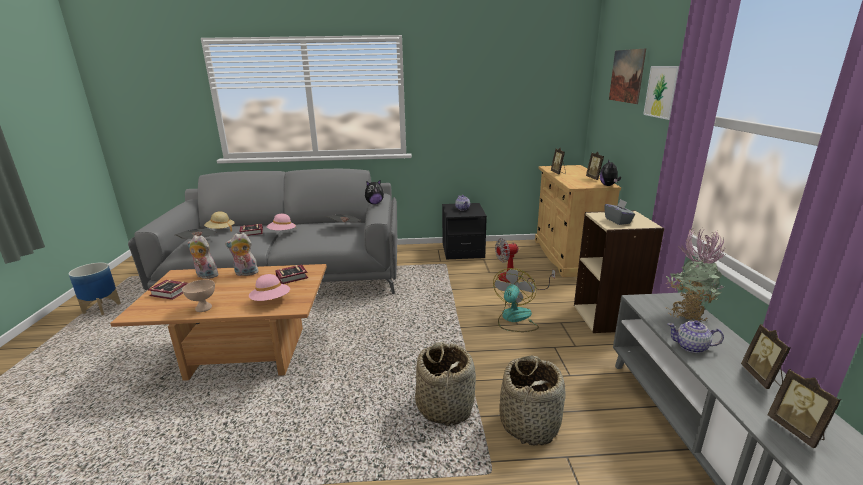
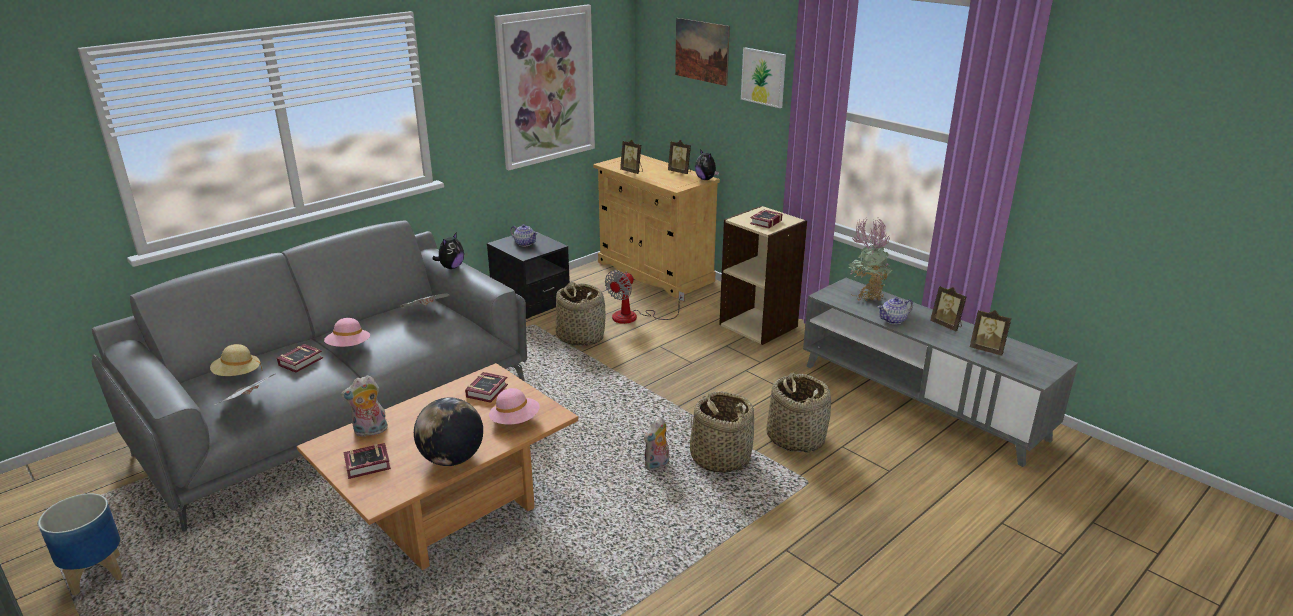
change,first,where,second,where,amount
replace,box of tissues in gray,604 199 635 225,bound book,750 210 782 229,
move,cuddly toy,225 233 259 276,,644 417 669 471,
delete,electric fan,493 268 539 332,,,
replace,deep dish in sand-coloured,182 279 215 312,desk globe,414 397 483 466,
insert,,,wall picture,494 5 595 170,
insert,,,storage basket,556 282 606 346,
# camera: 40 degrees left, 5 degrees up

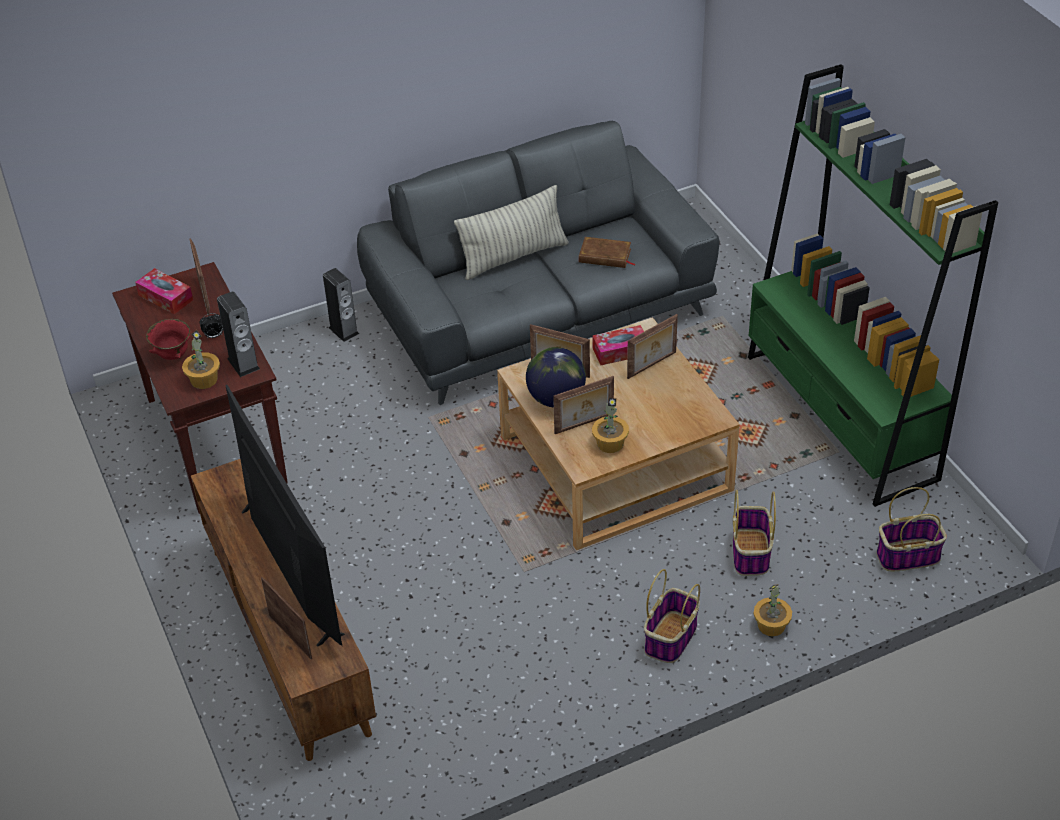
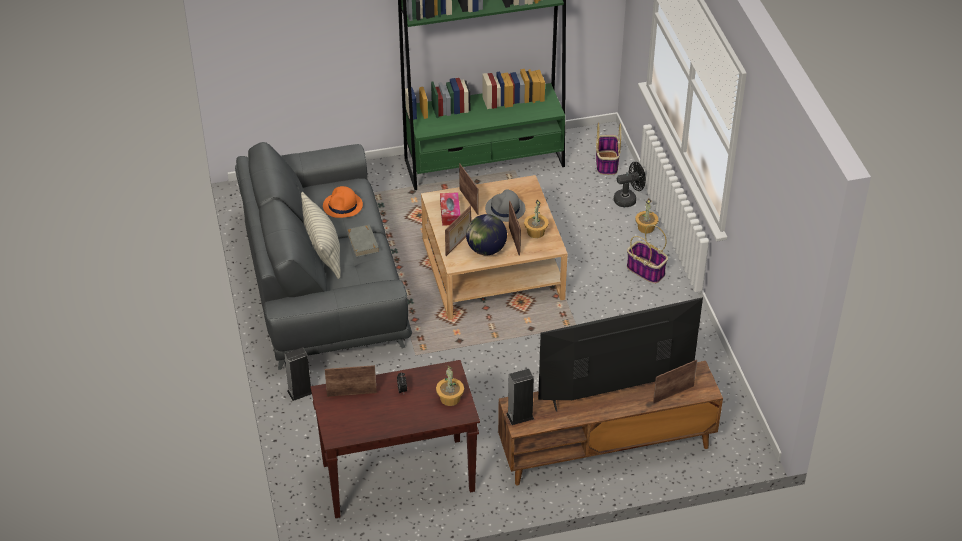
change,first,where,second,where,amount
replace,bound book in brownish,579 237 635 268,wearable hat in orangey,323 186 363 218,
delete,box of tissues,135 268 193 314,,,
move,audio speaker,217 291 260 377,,506 369 534 425,
delete,deep dish in red,146 319 190 360,,,
delete,storage basket,733 490 776 576,,,
insert,,,electric fan in blackish,614 162 646 207,
insert,,,wearable hat in gray,485 190 525 222,
insert,,,bound book in gray,347 225 379 257,
# camera: 80 degrees left, 0 degrees up

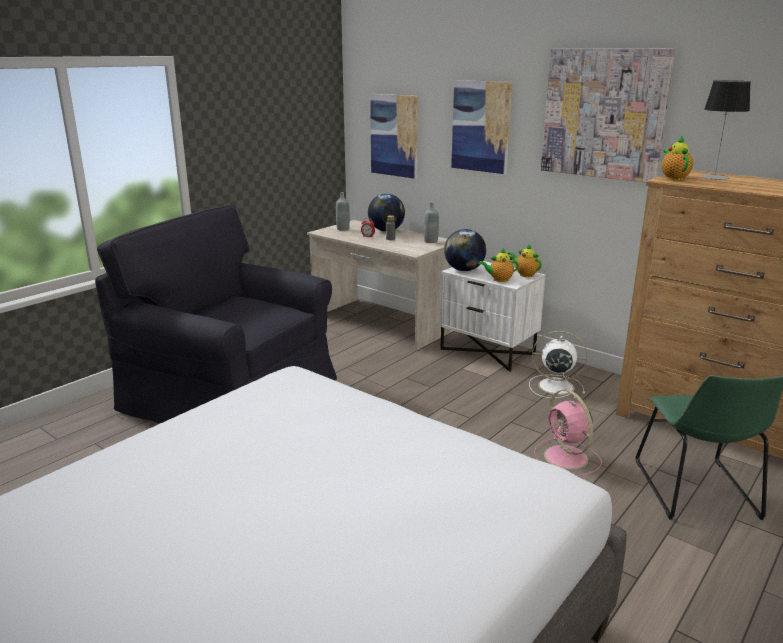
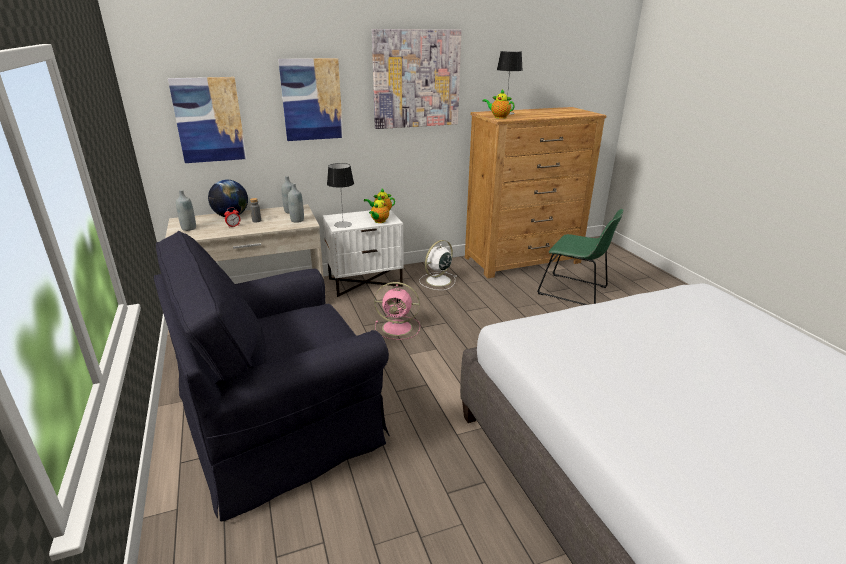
change,first,where,second,where,amount
replace,desk globe,444 229 486 271,lamp for a table,327 163 354 228,
move,electric fan in pinkish,534 390 602 476,,374 282 420 340,
insert,,,drink bottle in gray,288 183 304 223,
# camera: 60 degrees left, 5 degrees up

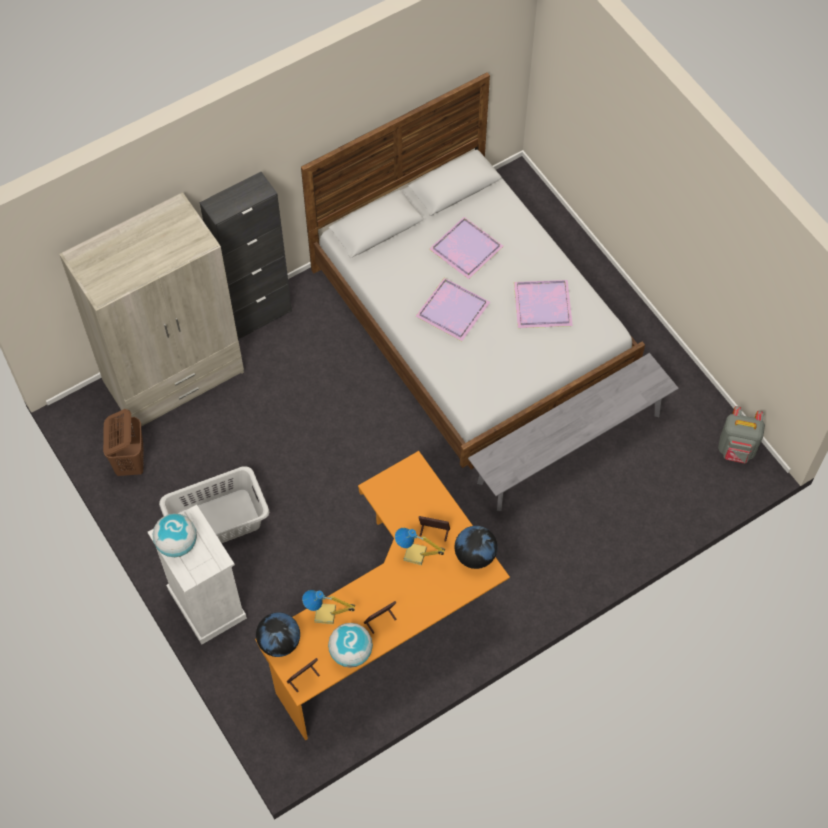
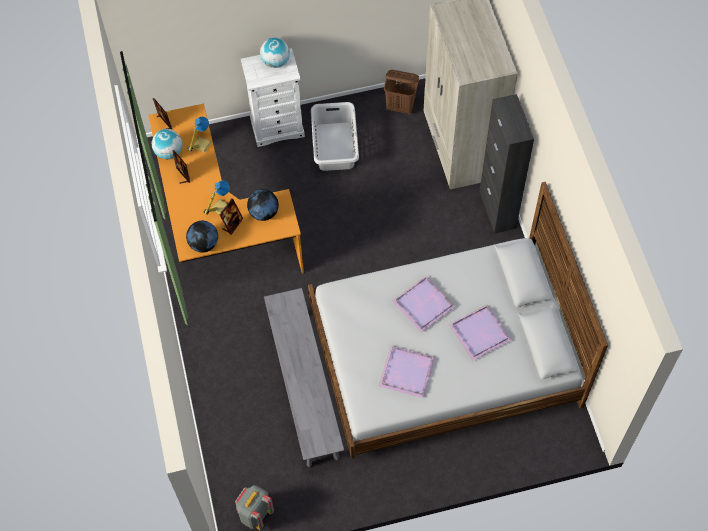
change,first,where,second,where,amount
move,desk globe,256 612 300 657,,247 189 279 221,
# camera: 110 degrees right, 0 degrees up

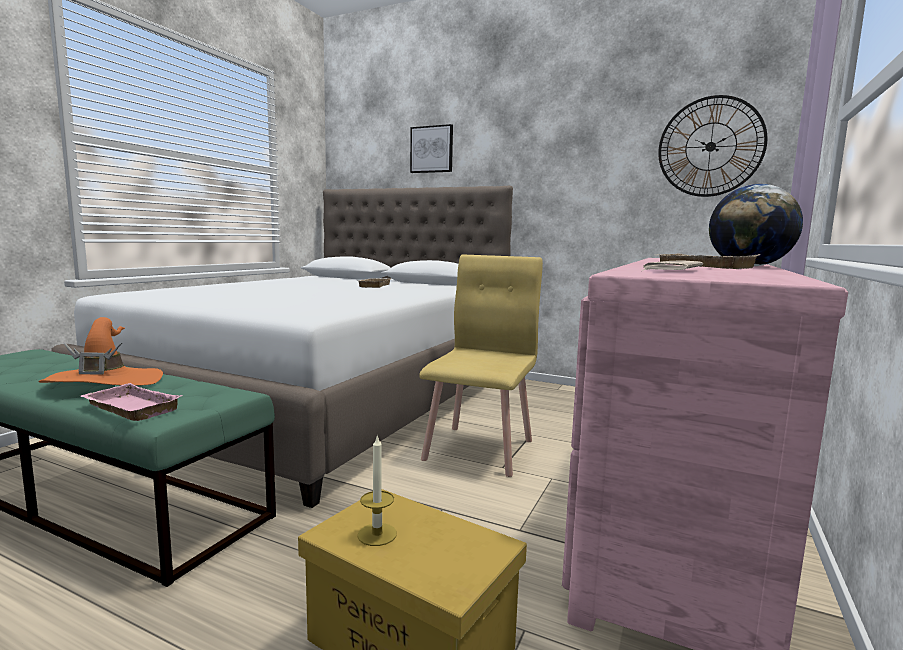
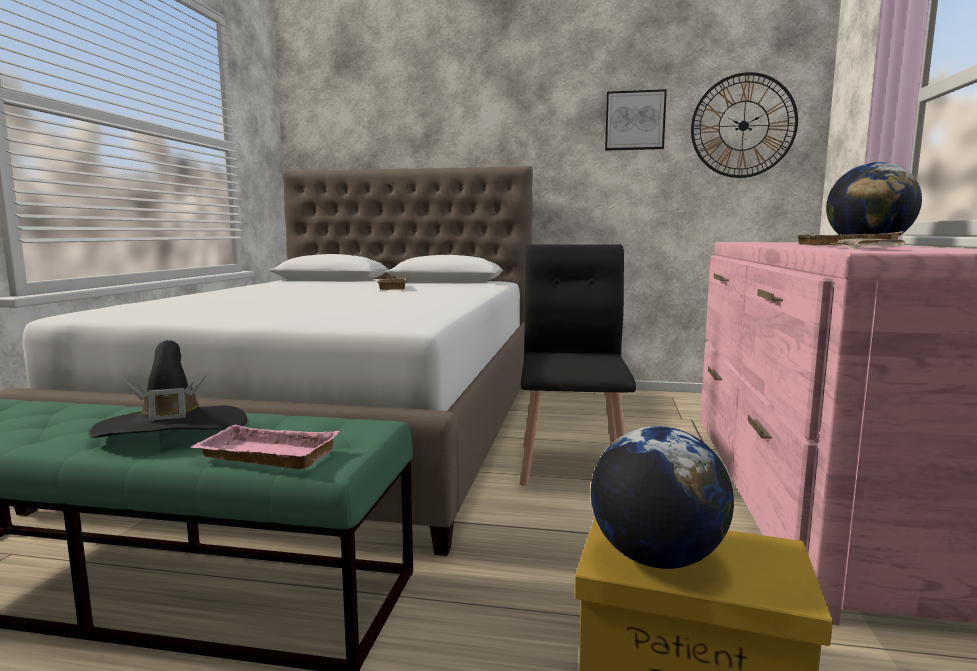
change,first,where,second,where,amount
move,wall picture,410 124 453 173,,605 89 667 151,
recolor,plain chair in yellow,419 254 543 477,plain chair in blackish,520 244 636 486,
recolor,wearable hat in orangey,39 317 163 386,wearable hat in blackish,88 340 247 438,
replace,wax light,357 435 397 546,desk globe,591 426 734 569,
# camera: 15 degrees left, 0 degrees up

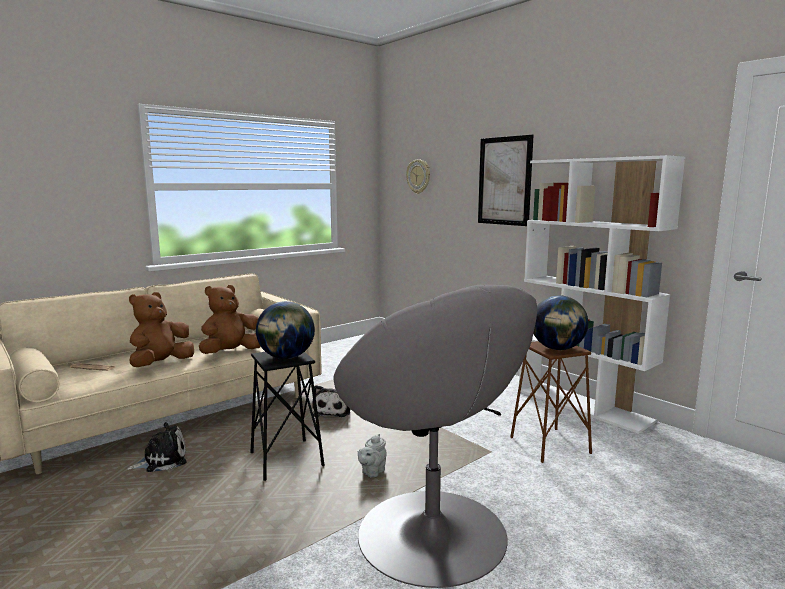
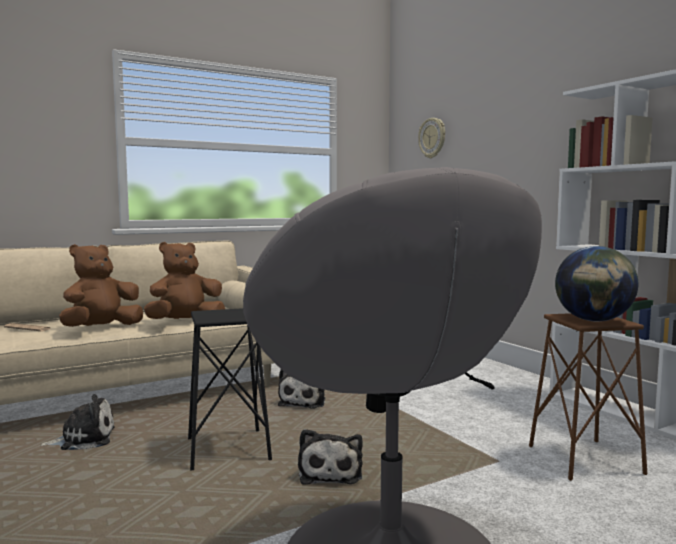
change,first,where,second,where,amount
delete,wall picture,478 135 534 226,,,
delete,desk globe,256 301 315 359,,,
replace,tea pot in gray,357 434 387 477,cuddly toy,298 429 363 485,
# camera: 10 degrees right, 5 degrees down

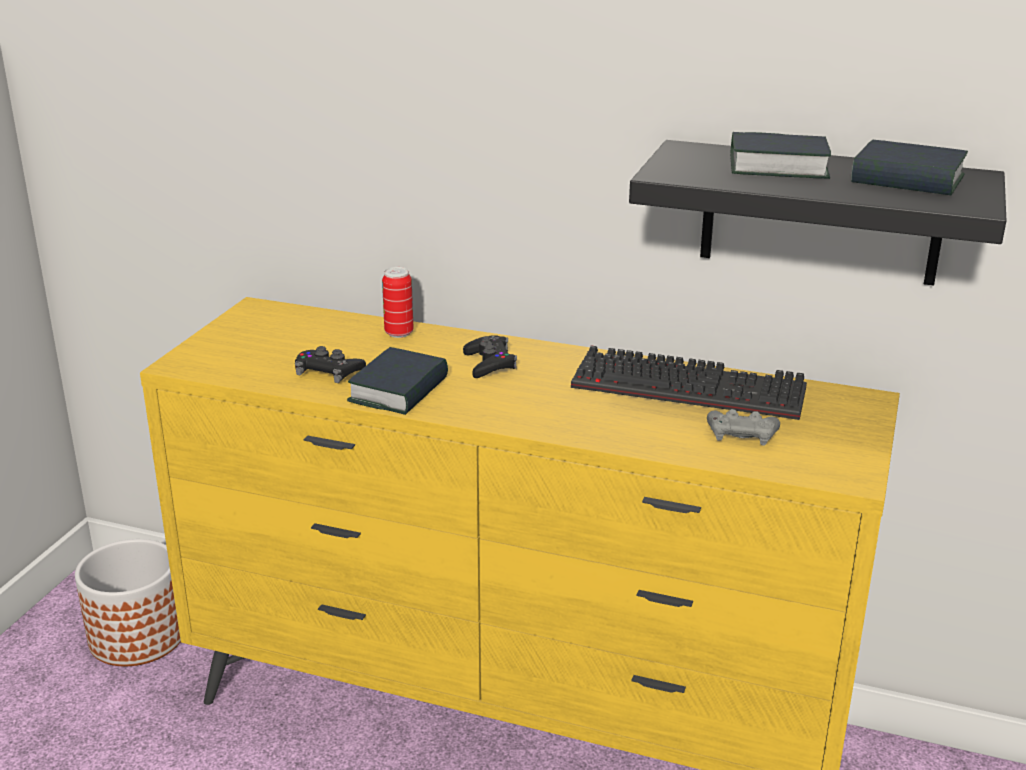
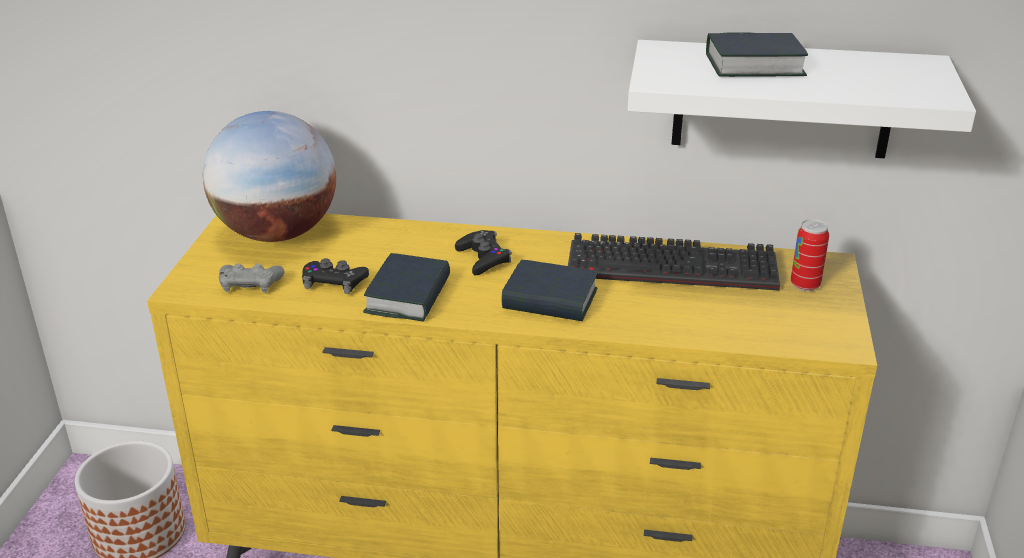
change,first,where,second,where,amount
recolor,bracket shelf in blackish,629 140 1006 285,bracket shelf in white,628 40 976 158,
move,bound book,851 140 968 195,,502 260 598 321,
move,can,382 267 414 338,,791 219 829 291,
move,gamepad in gray,707 409 780 446,,219 263 284 293,
insert,,,desk globe,203 111 336 242,
# camera: 10 degrees left, 5 degrees up

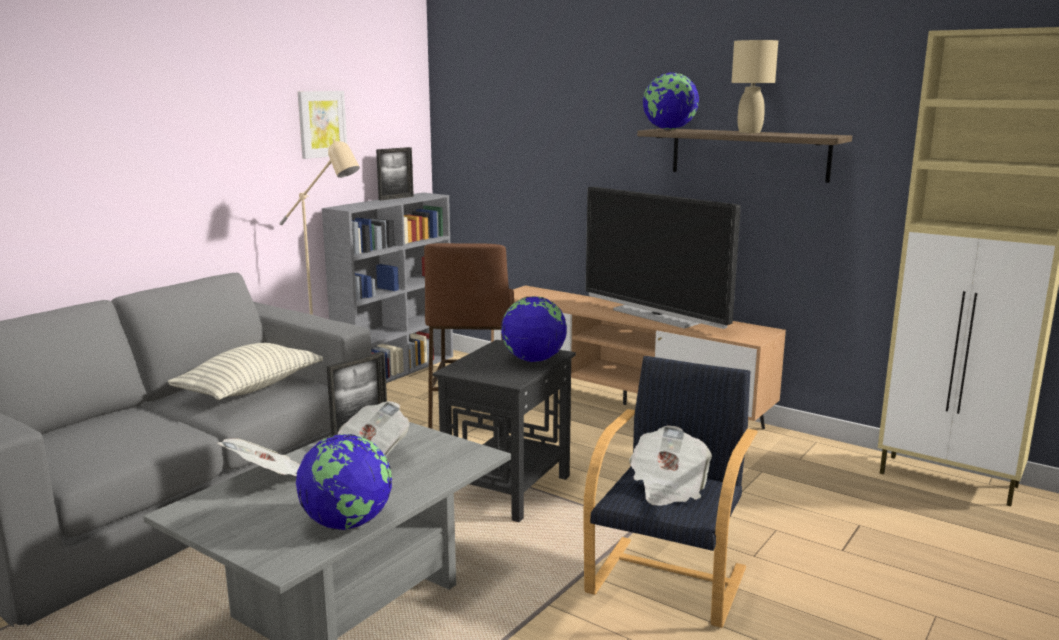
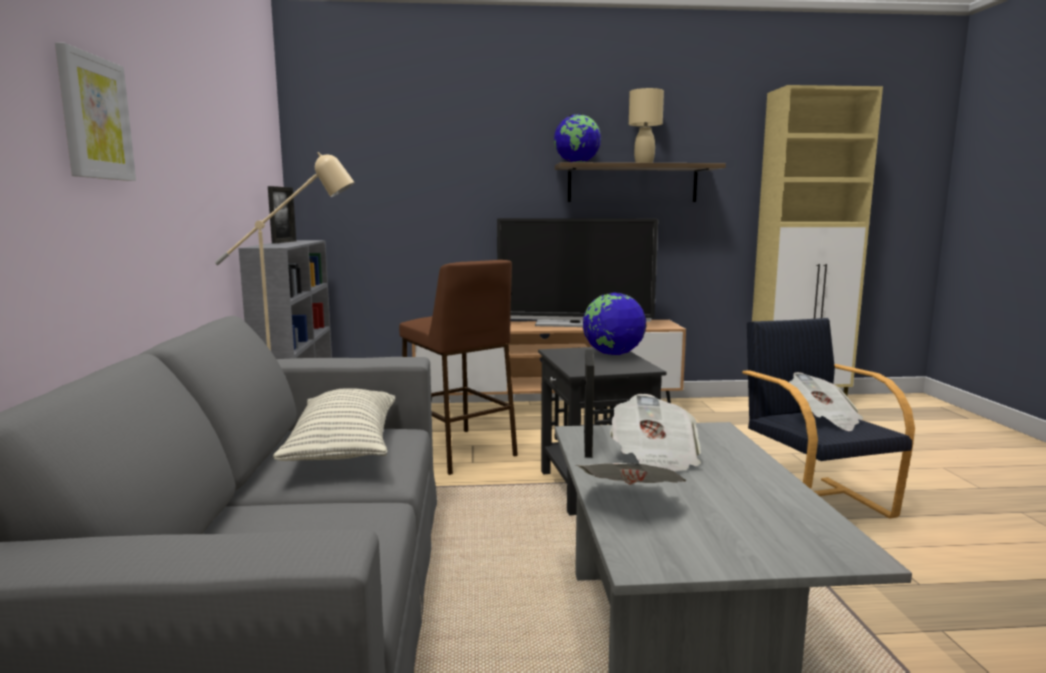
change,first,where,second,where,amount
move,wall picture,298 91 347 159,,55 42 136 181,
delete,desk globe,296 434 393 530,,,
# camera: 40 degrees left, 5 degrees down

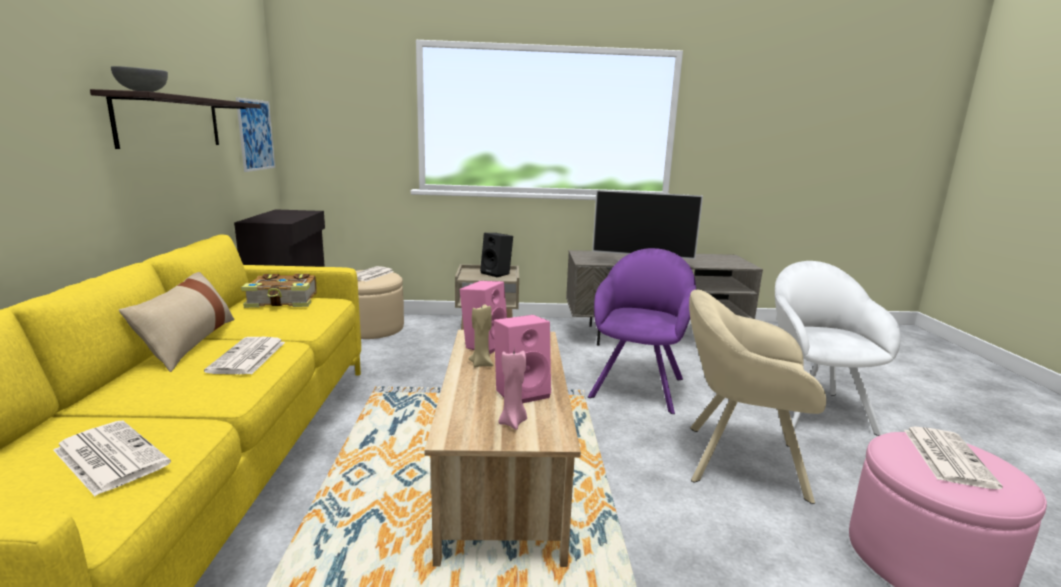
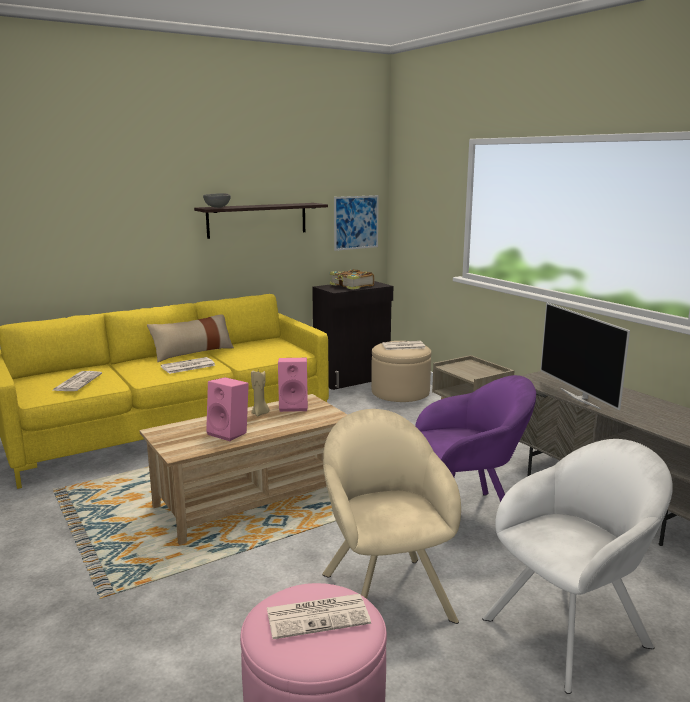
change,first,where,second,where,amount
delete,audio speaker in blackish,480 233 513 277,,,
move,bound book,241 274 317 308,,330 269 375 290,
delete,wax light in pinkish,498 351 527 430,,,
# camera: 60 degrees right, 0 degrees up

